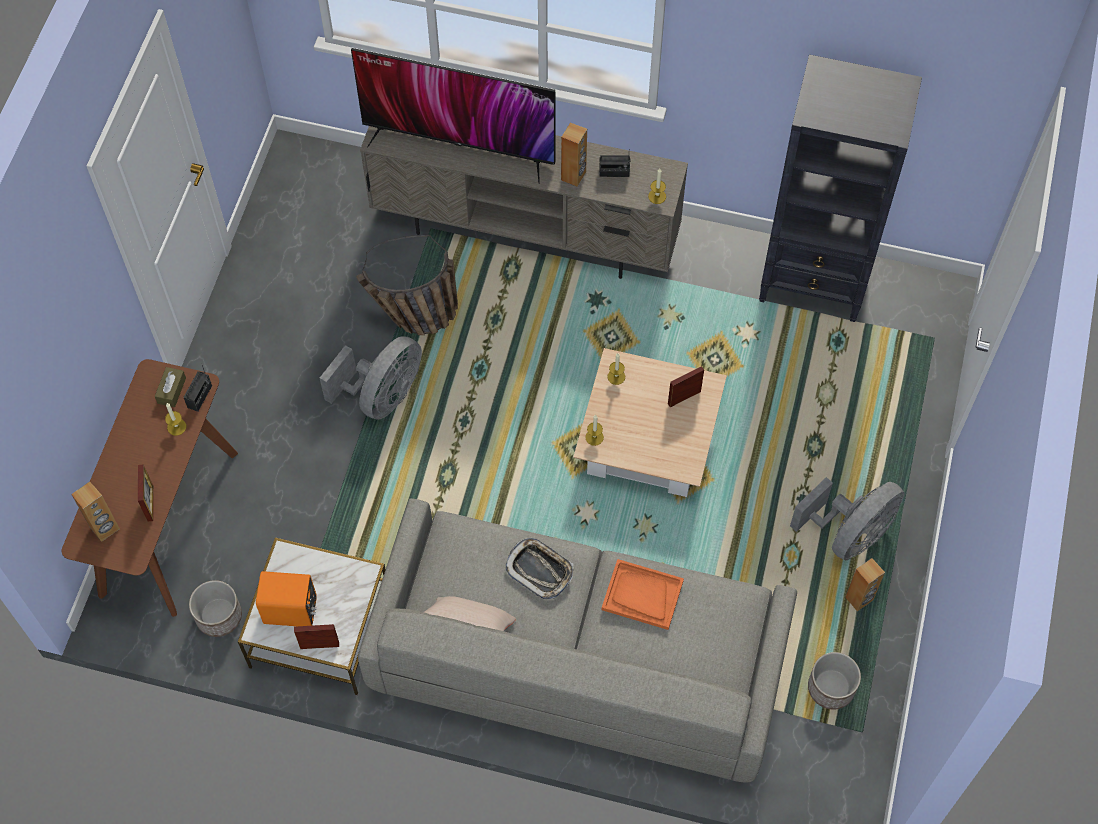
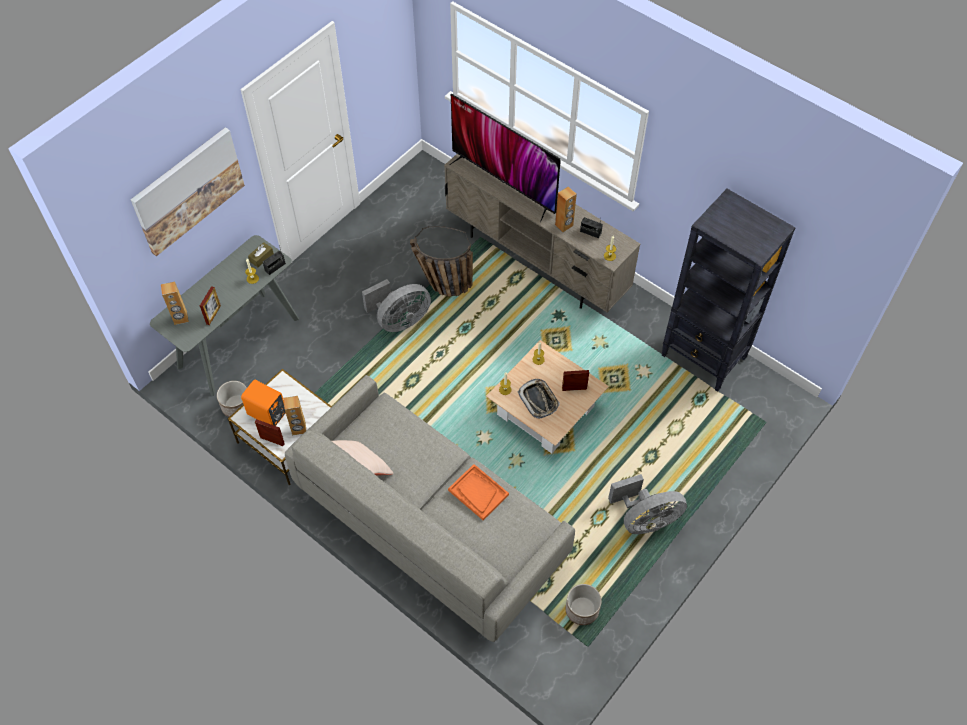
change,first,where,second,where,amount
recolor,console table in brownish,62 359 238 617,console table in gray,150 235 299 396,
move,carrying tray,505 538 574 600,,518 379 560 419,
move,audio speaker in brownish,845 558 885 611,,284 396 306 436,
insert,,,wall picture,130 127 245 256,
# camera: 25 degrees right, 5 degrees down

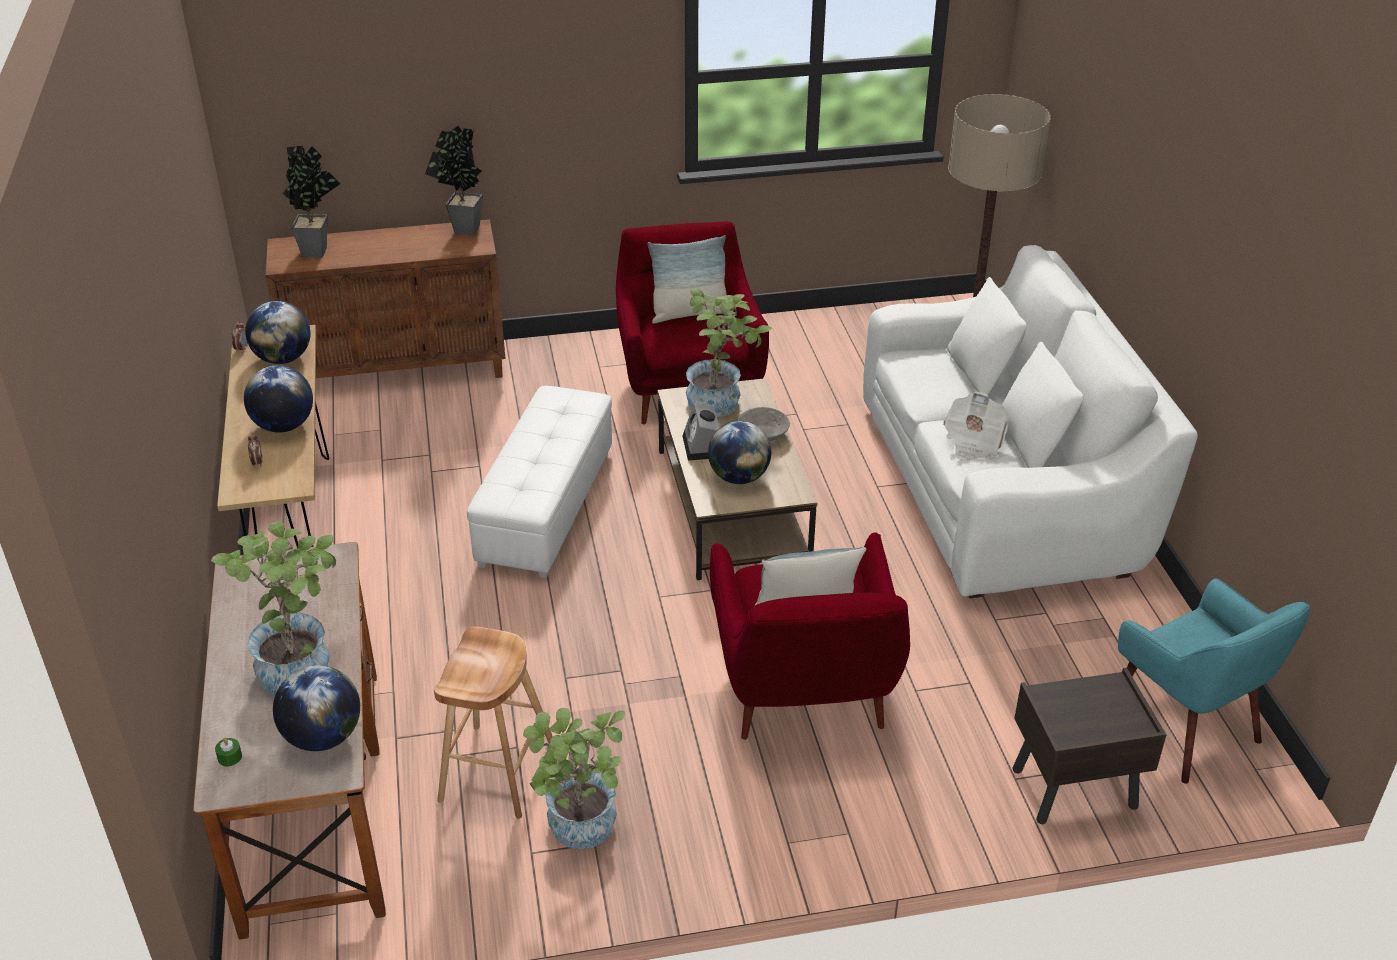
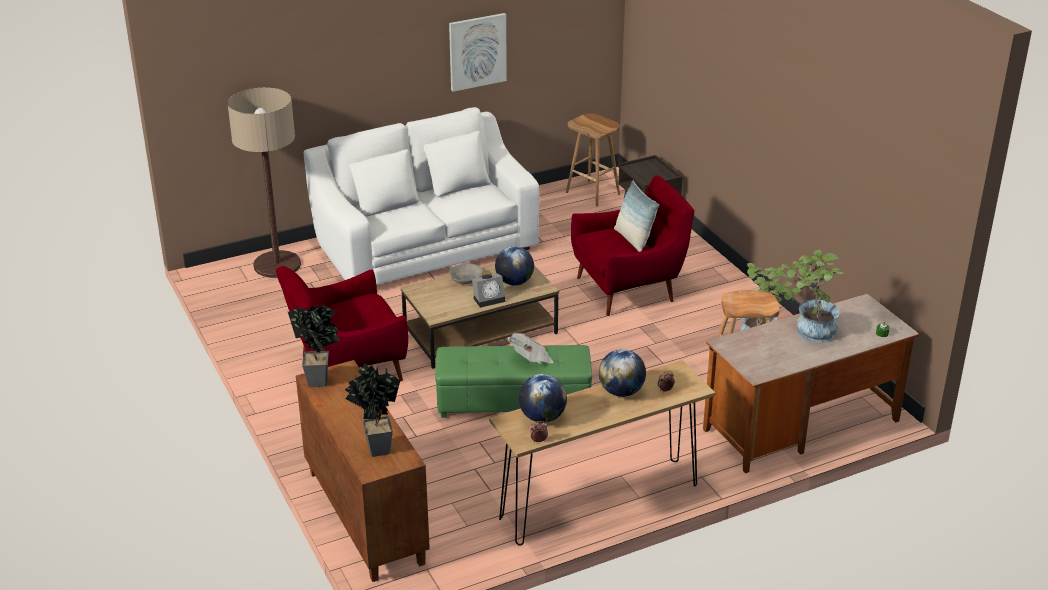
change,first,where,second,where,amount
delete,pillow,648 235 727 324,,,
delete,plant in a pot,686 289 772 417,,,
recolor,footrest in white,467 386 612 578,footrest in greenish,435 345 592 418,
move,daily paper,944 392 1010 461,,507 333 554 364,
replace,easy chair in blue-green,1118 578 1310 784,stool in brownish,566 113 620 206,
delete,desk globe,273 665 360 751,,,
insert,,,wall picture,449 13 507 92,
# camera: 105 degrees left, 5 degrees down

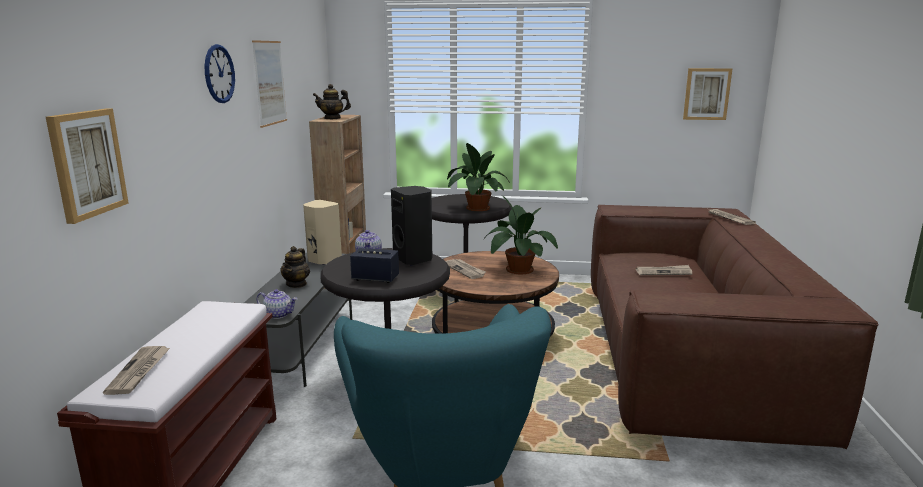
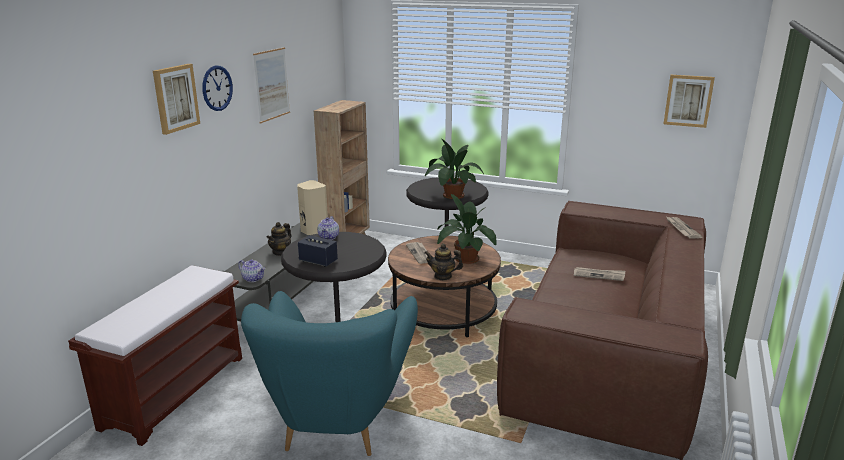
change,first,where,second,where,amount
move,tea pot,313 84 351 119,,424 244 463 280,
move,wall picture,46 108 129 224,,153 64 200 135,
delete,audio speaker in blackish,391 186 432 265,,,
delete,daily paper,103 346 170 395,,,
# camera: 15 degrees right, 5 degrees up

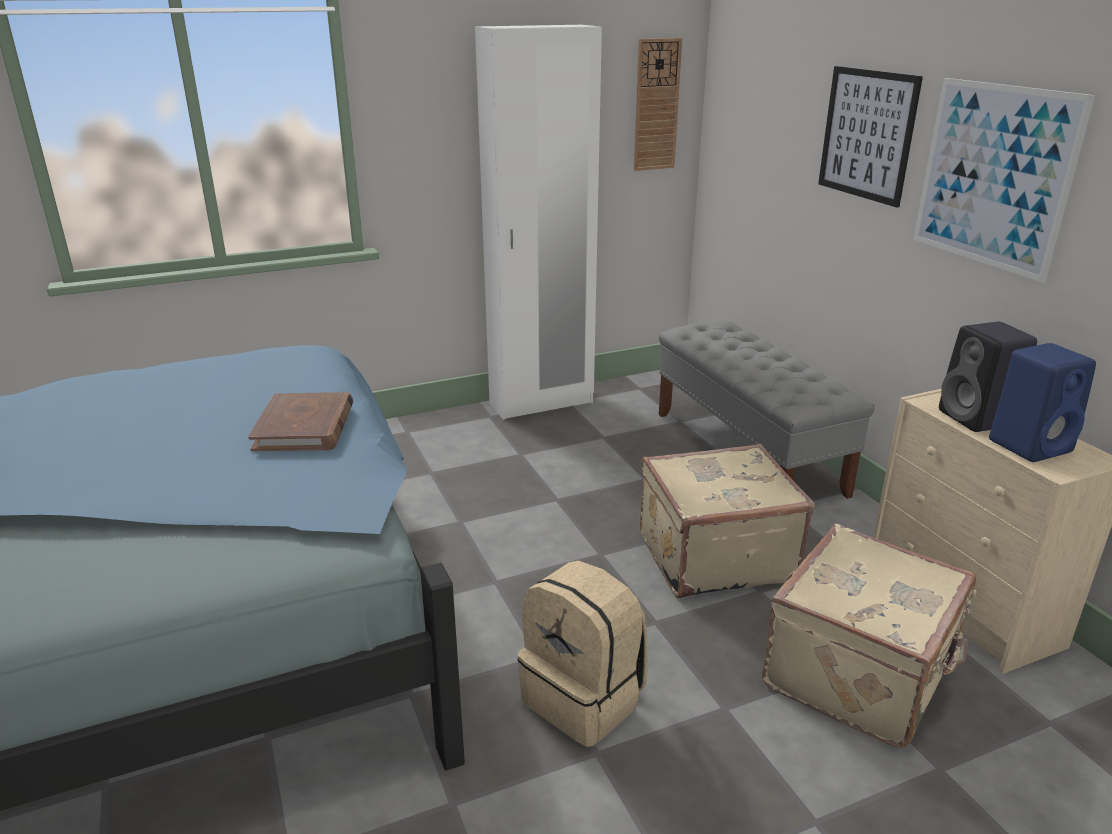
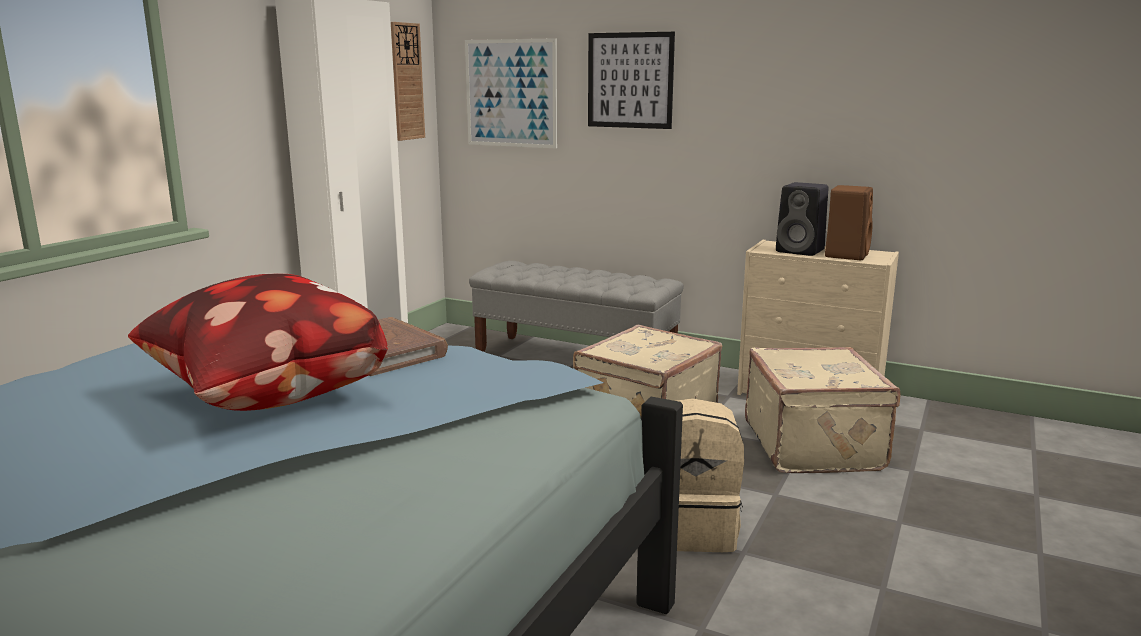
change,first,where,second,where,amount
move,wall picture,913 78 1095 283,,465 38 557 148,
recolor,audio speaker in blue,989 343 1096 462,audio speaker in brownish,825 185 873 260,
insert,,,pillow,128 273 388 411,
# camera: 40 degrees left, 10 degrees down

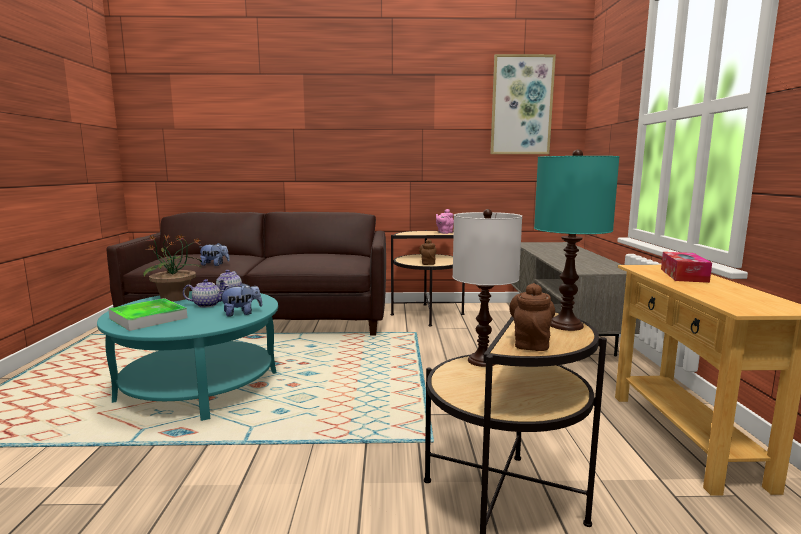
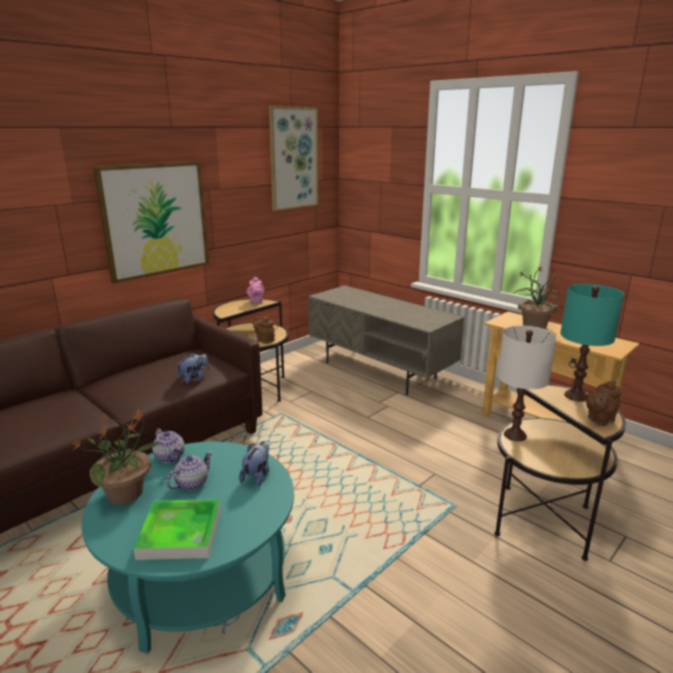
change,first,where,second,where,amount
move,cuddly toy,200 243 230 266,,176 353 209 384,
replace,box of tissues,661 252 712 283,plant in a pot,513 265 563 329,
rotate,tea pot in brownish,509 283 555 351,,586 381 622 426,90 degrees counterclockwise
insert,,,wall picture,93 161 209 284,
# camera: 45 degrees left, 10 degrees up

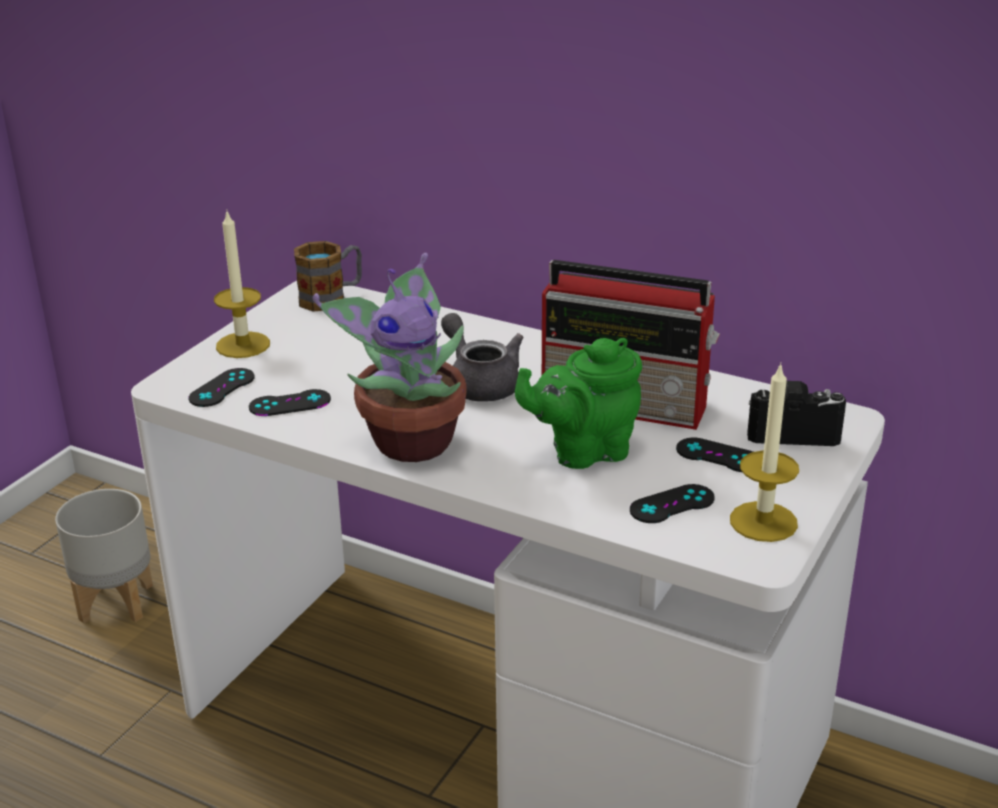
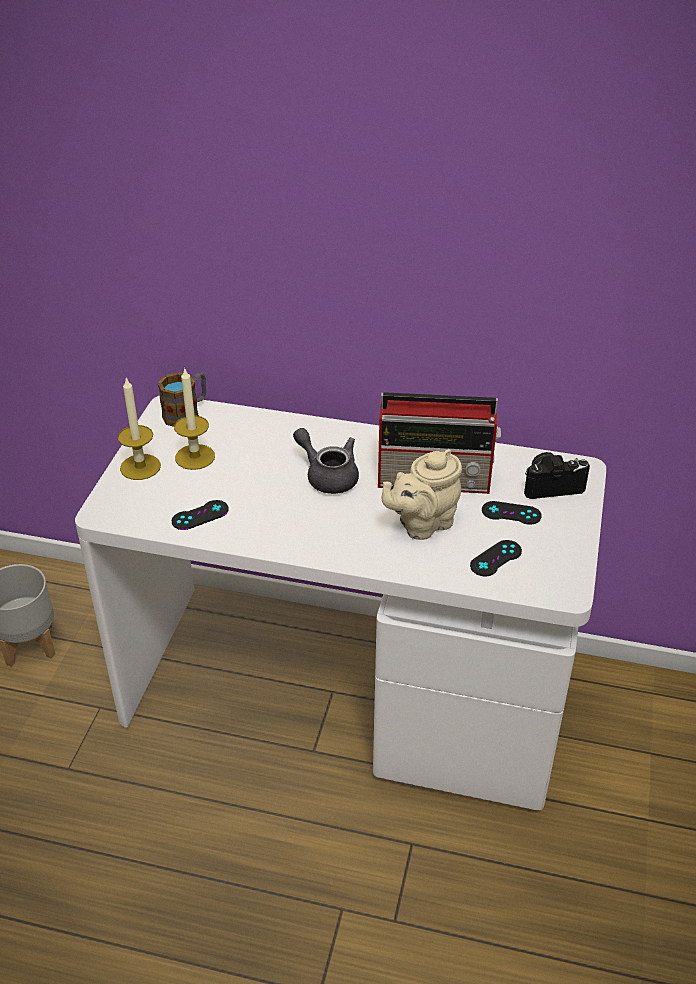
change,first,where,second,where,amount
delete,plant in a pot,313 253 466 462,,,
recolor,tea pot in greenish,515 338 642 469,tea pot in sand-coloured,382 449 462 540,
move,wax light,730 363 799 542,,174 369 215 470,
delete,gamepad in blackish,188 368 255 407,,,
# camera: 15 degrees left, 10 degrees up

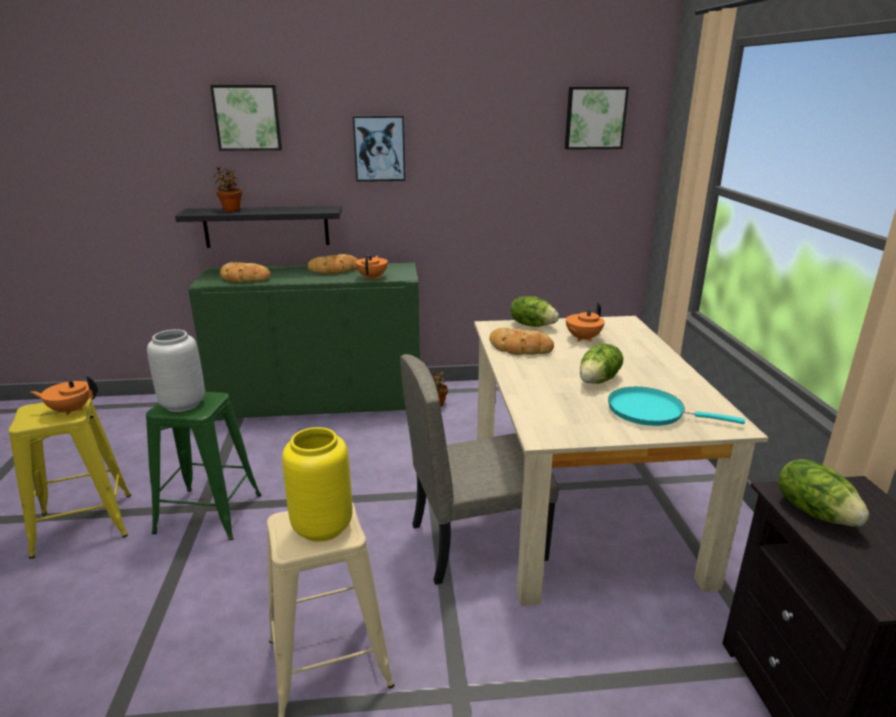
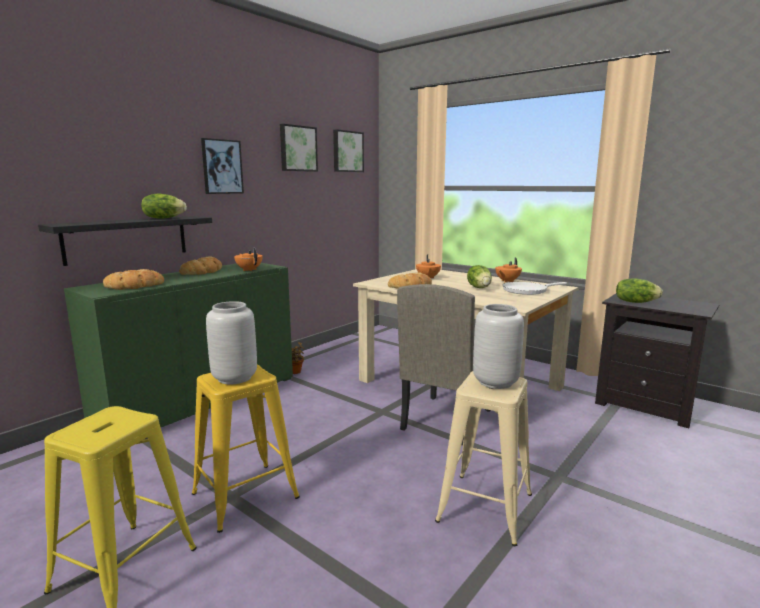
change,first,where,second,where,amount
move,wall picture,210 85 282 151,,280 124 318 172,
delete,plant in a pot,214 166 242 212,,,
move,lettuce head,511 296 559 327,,141 194 187 219,
move,tea pot in orangey,31 375 98 416,,495 257 522 283,
recolor,pan in blue-green,608 387 745 426,pan in white,503 282 567 295,
recolor,stool in greenish,146 392 261 540,stool in yellow,192 364 300 533,
recolor,vase in yellow,282 427 352 542,vase in gray,473 304 524 389,
# camera: 45 degrees left, 10 degrees down

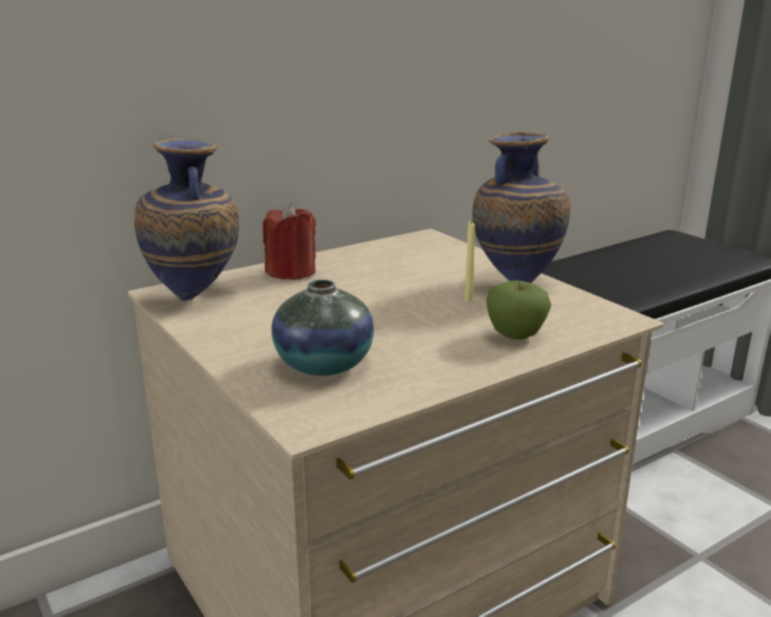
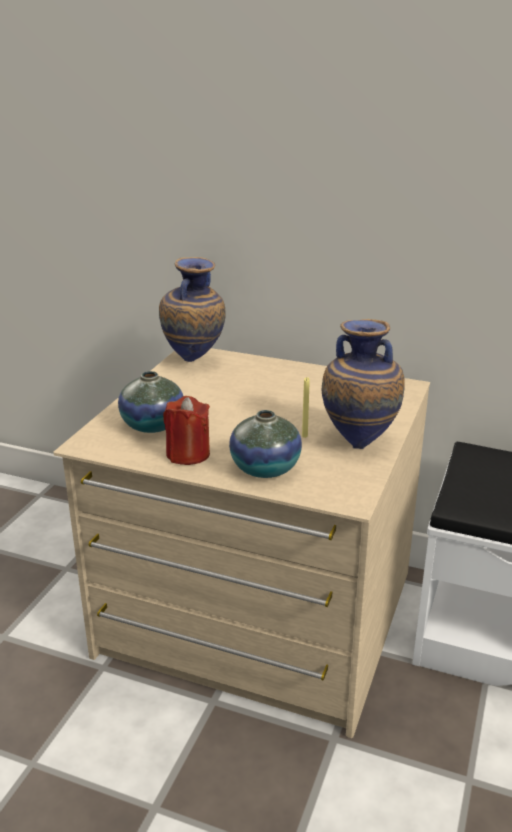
change,first,where,second,where,amount
move,wax light in red,263 202 316 280,,163 396 210 465,
replace,apple fruit,486 280 551 340,vase,229 410 302 478,
# camera: 55 degrees right, 5 degrees up

